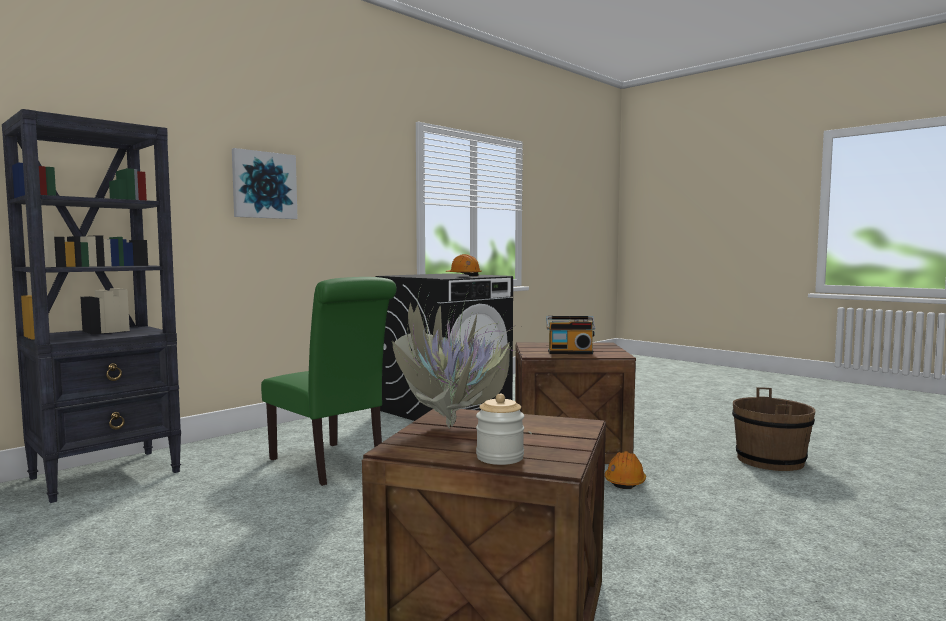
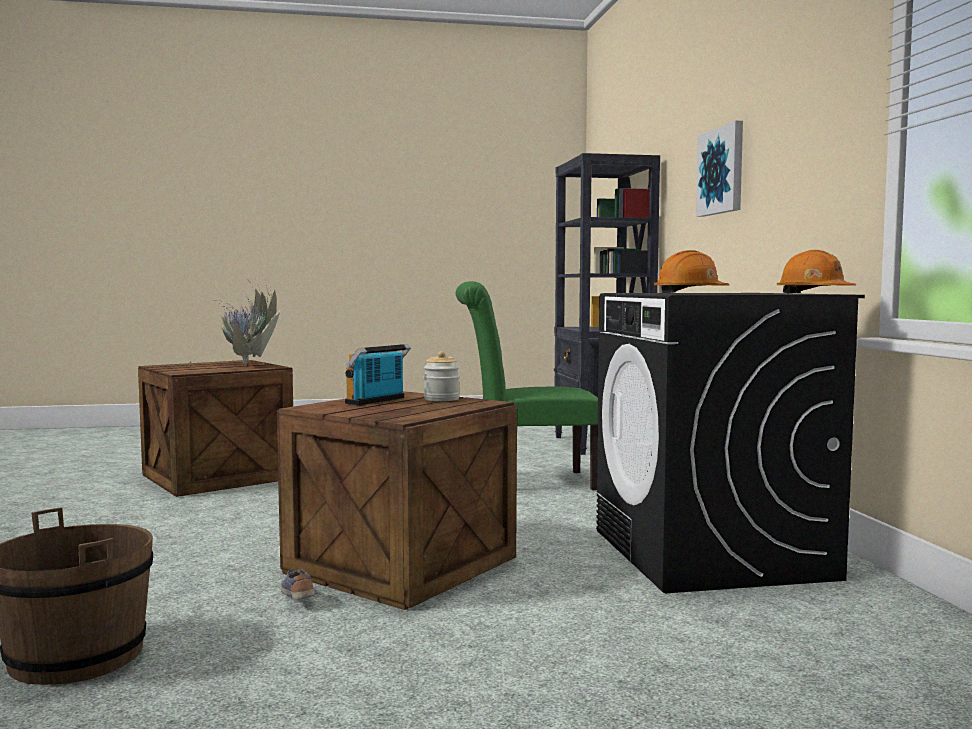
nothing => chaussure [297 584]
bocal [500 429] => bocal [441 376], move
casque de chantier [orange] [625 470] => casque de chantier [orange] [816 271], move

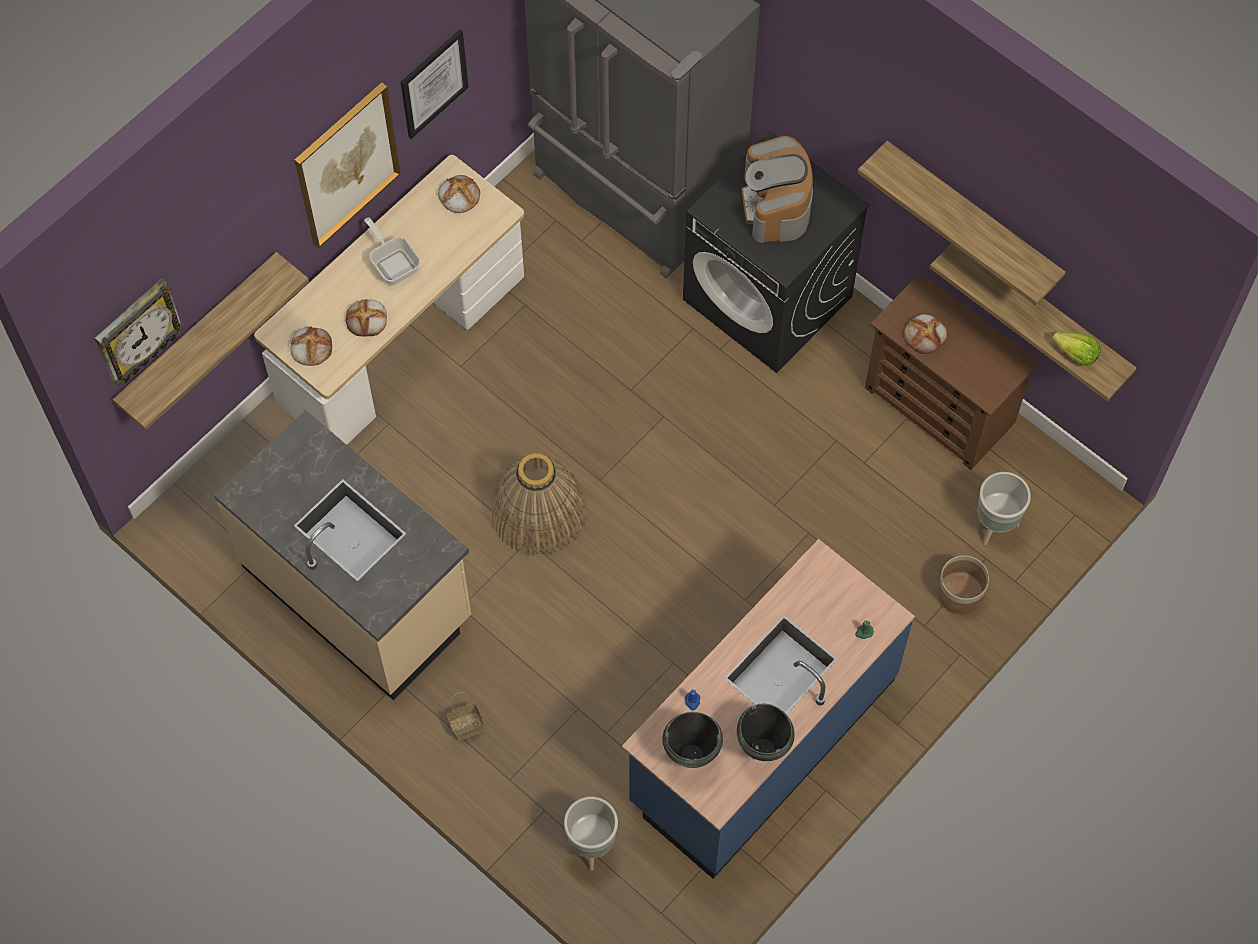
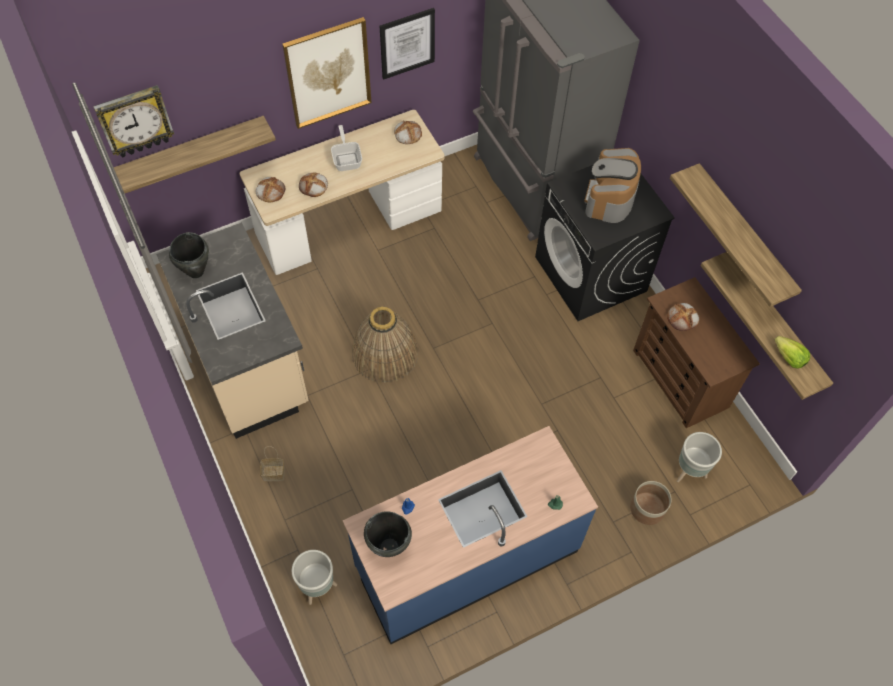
marmite [noir] [766 732] => marmite [noir] [189 255], move

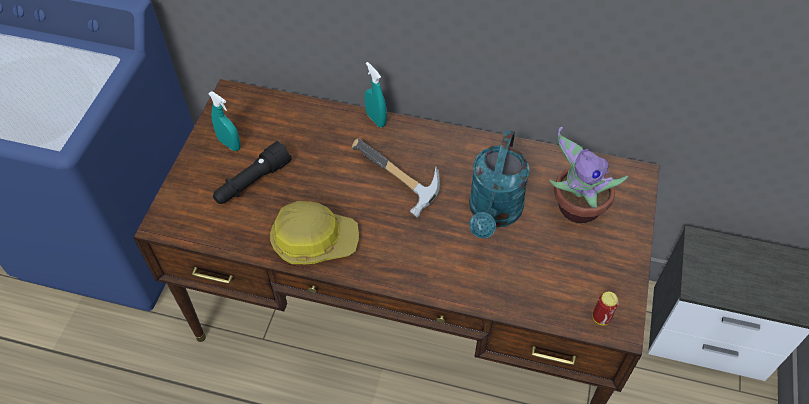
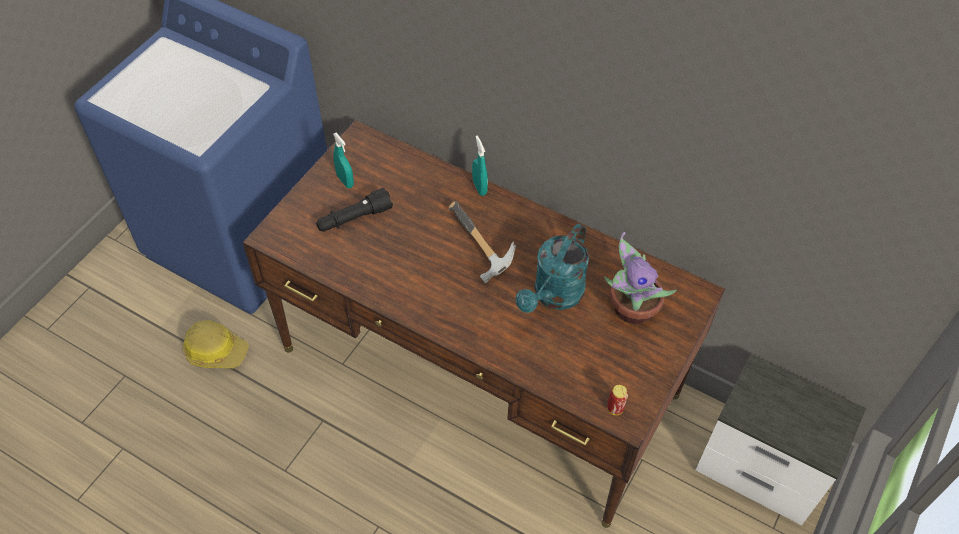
casque de chantier [314 232] => casque de chantier [216 344], move

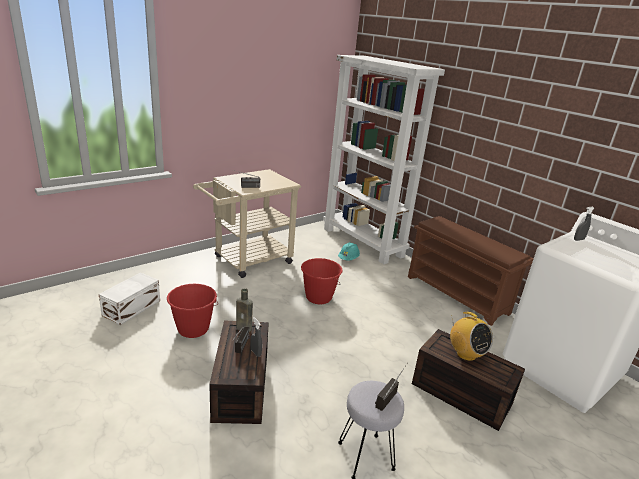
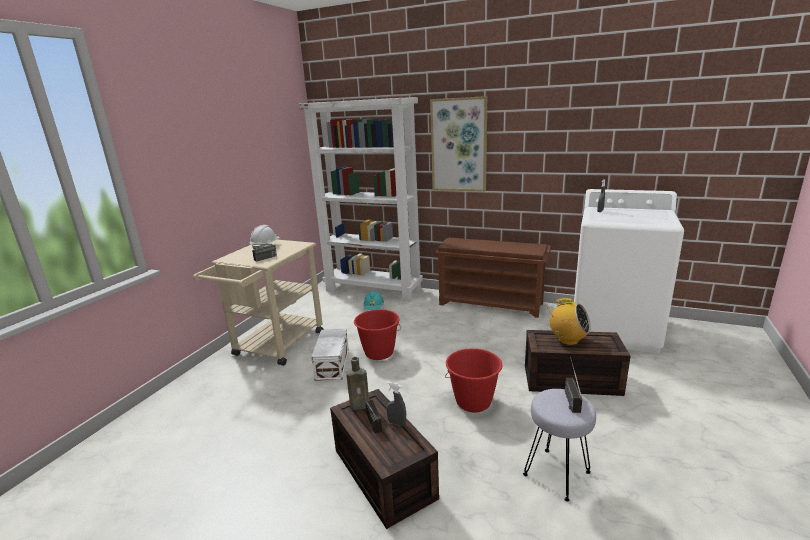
nothing => casque de chantier [blanc] [265 237]
boîte de rangement [blanc] [129 298] => boîte de rangement [blanc] [330 355], move
nothing => tableau [458 144]
seau [rouge] [192 311] => seau [rouge] [474 380], move

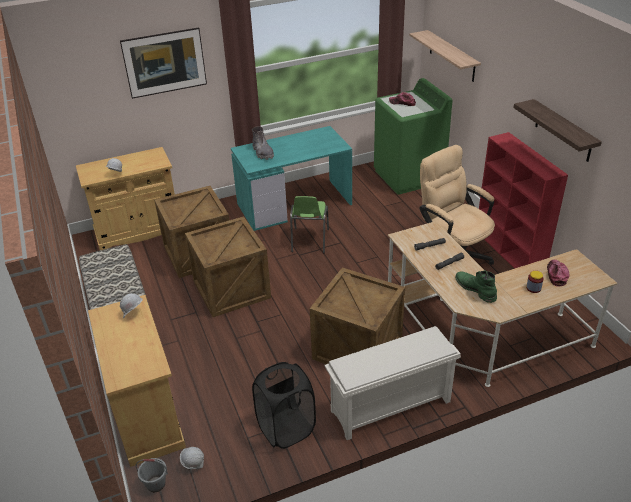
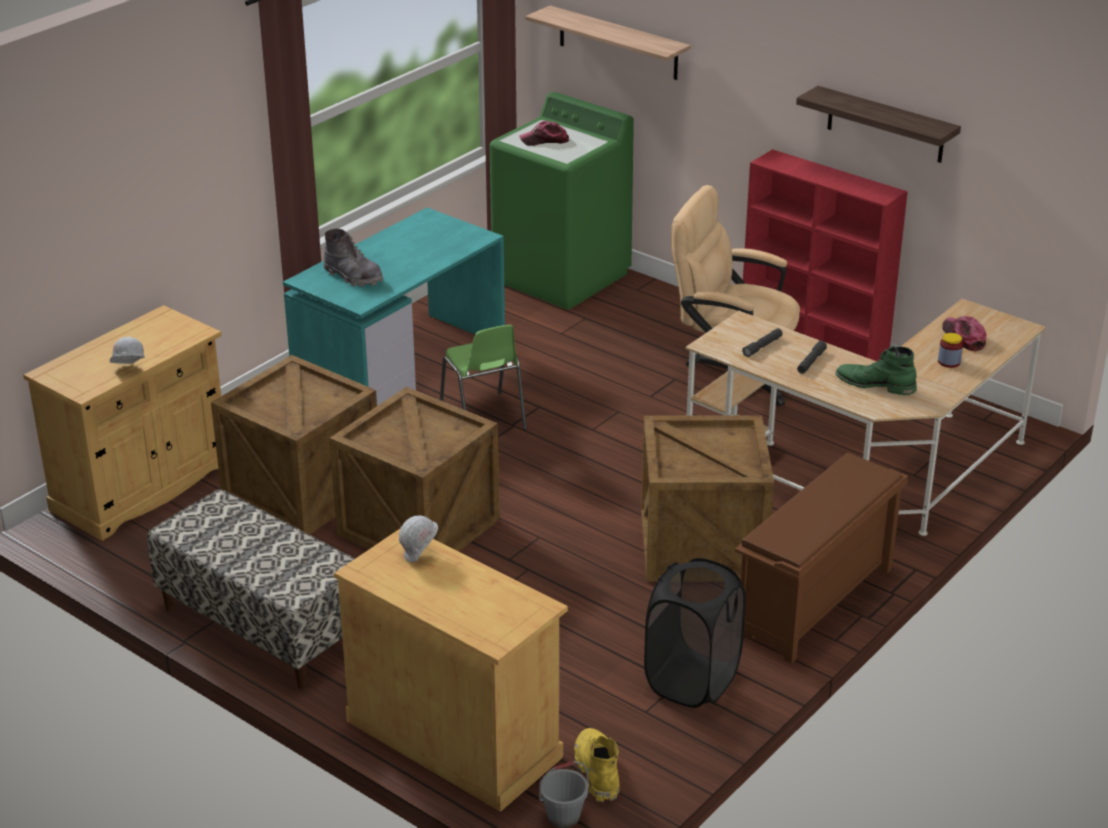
casque de chantier [blanc] [192 458] => botte [jaune] [597 765]
étagère à chaussures [blanc] [393 383] => étagère à chaussures [marron] [821 558]
tableau [163 63] => nothing

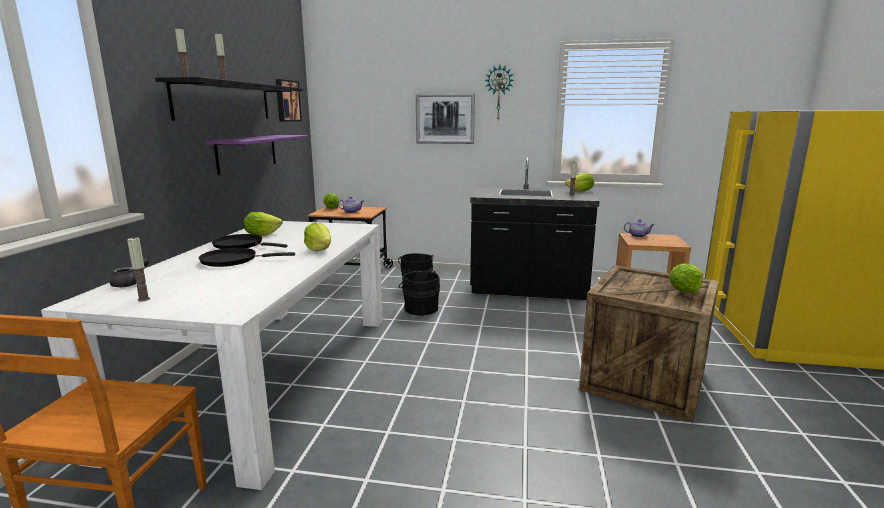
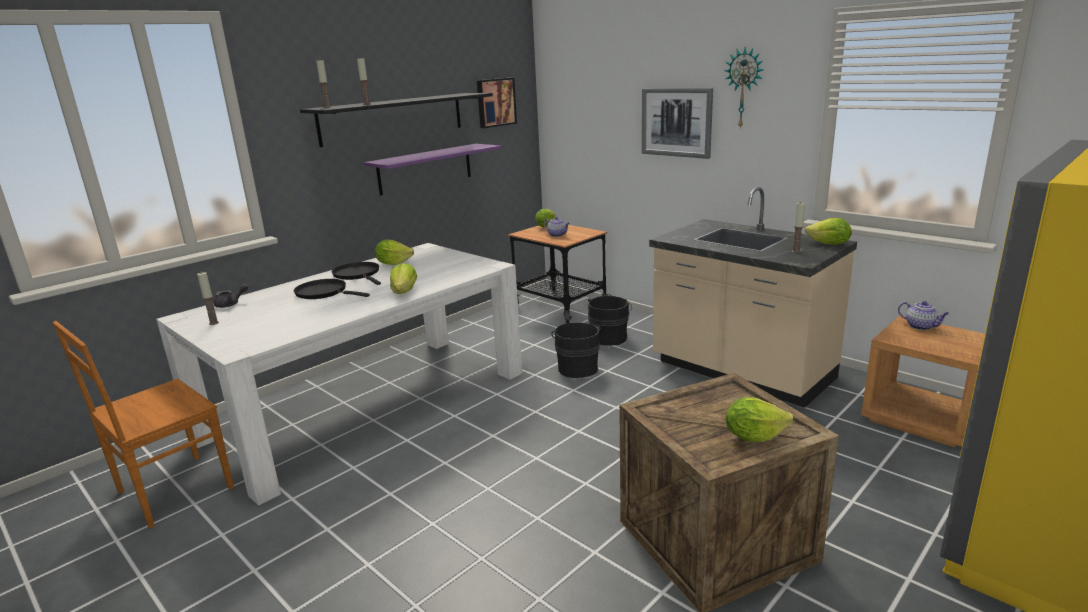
comptoir de cuisine [noir] [535 229] => comptoir de cuisine [beige] [753 297]

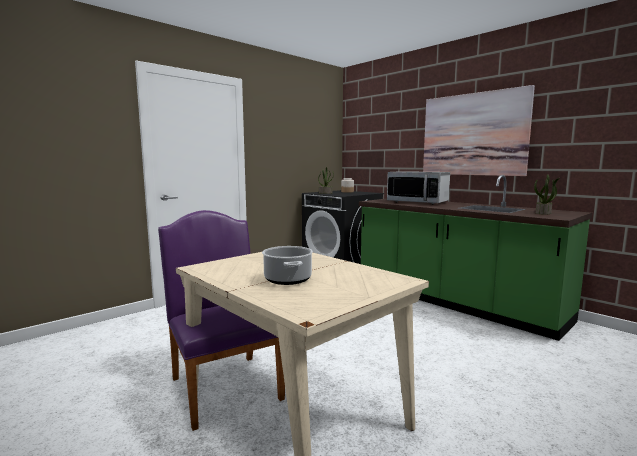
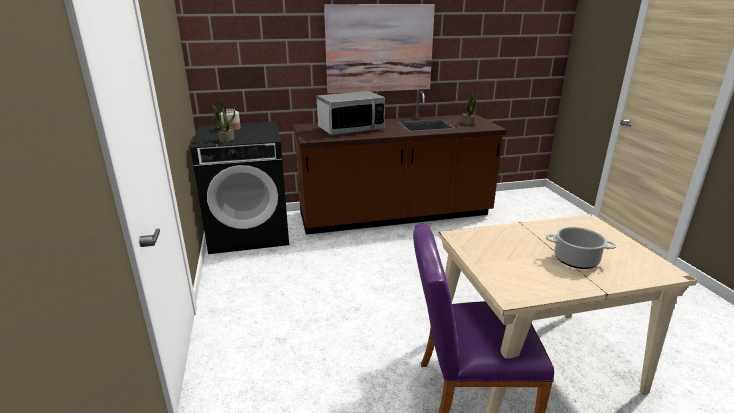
comptoir de cuisine [vert] [475 258] => comptoir de cuisine [marron] [400 163]

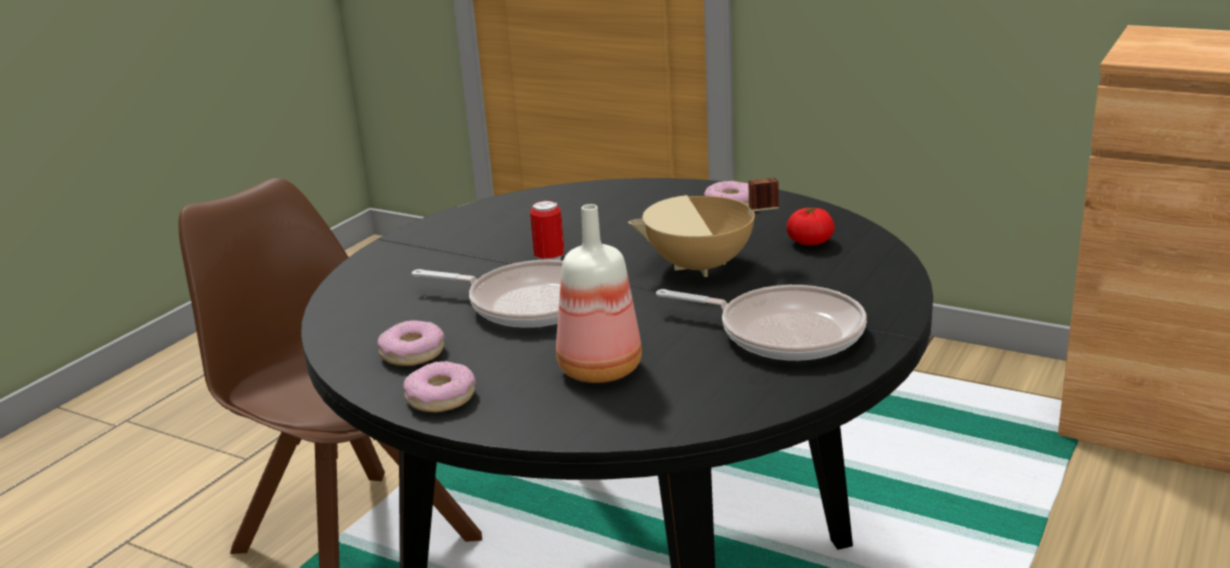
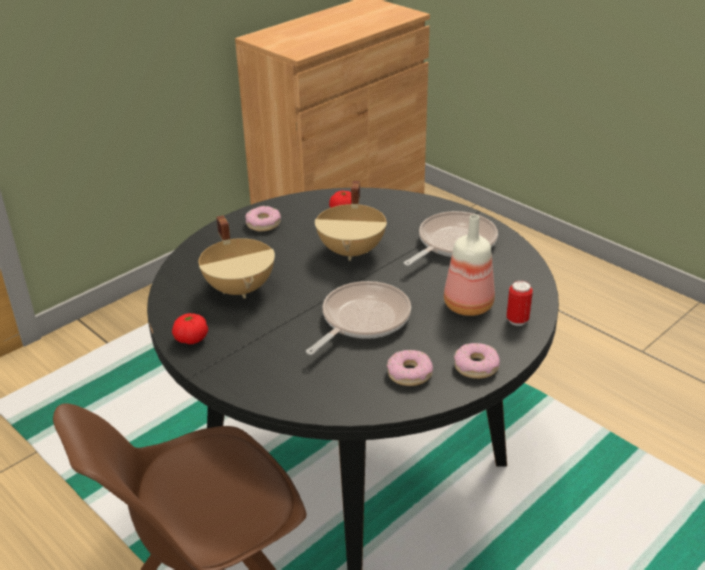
nothing => tomate [190 328]
nothing => marmite [beige] [237 257]
boîte métallique [547 230] => boîte métallique [520 303], move

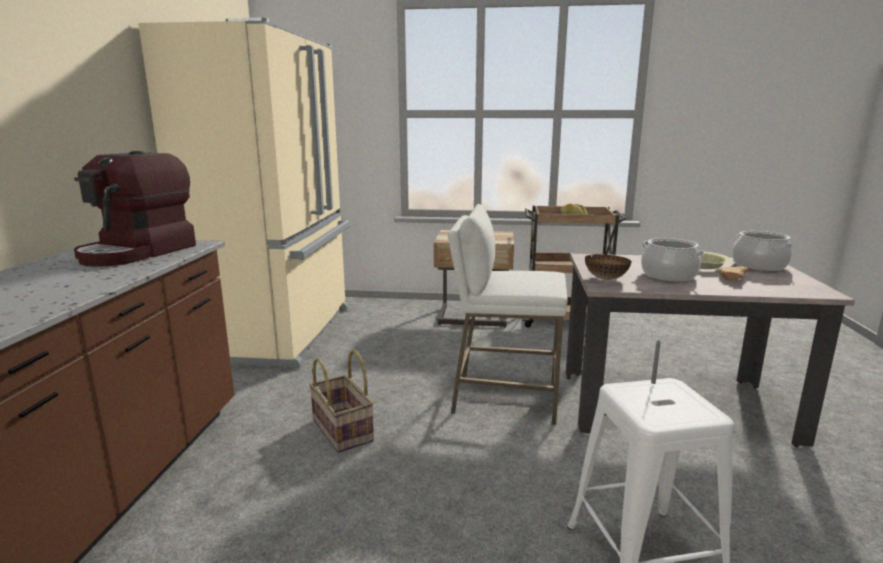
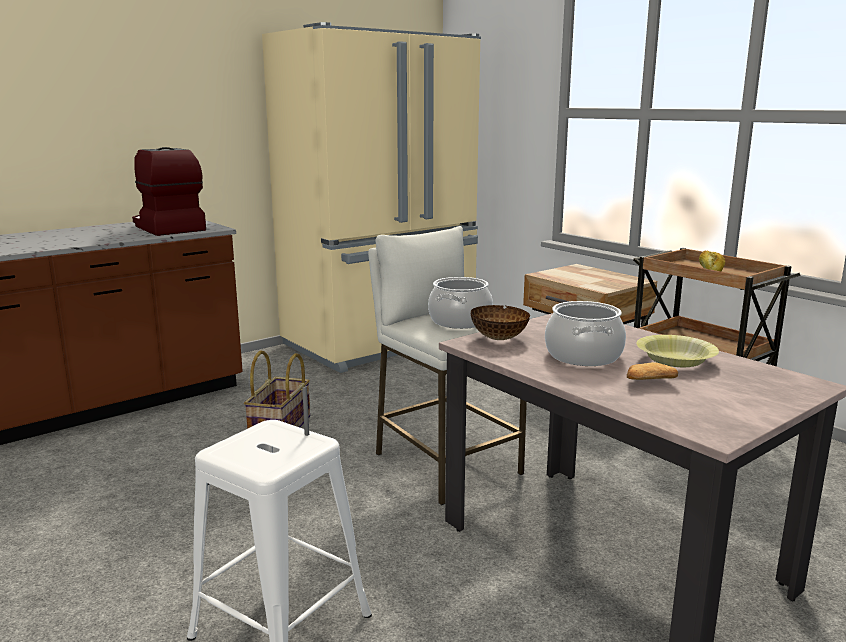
machine à café [135 209] => machine à café [169 191], 75 degrees clockwise
marmite [762 251] => marmite [460 303], move

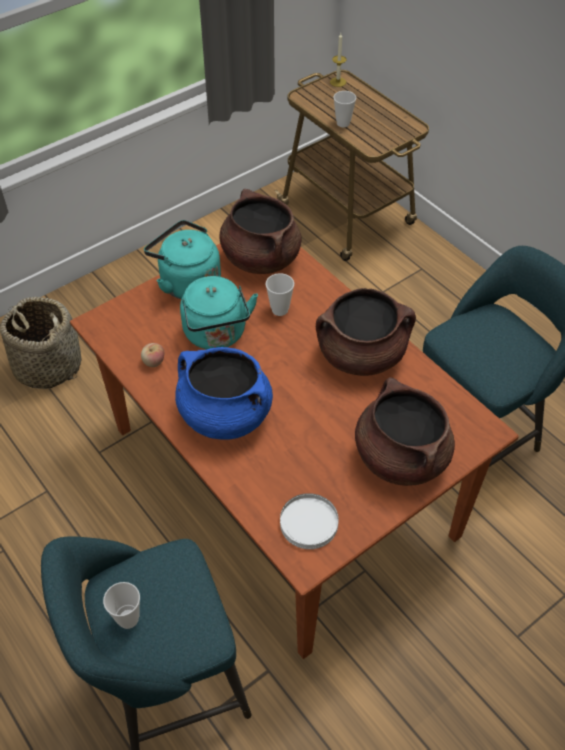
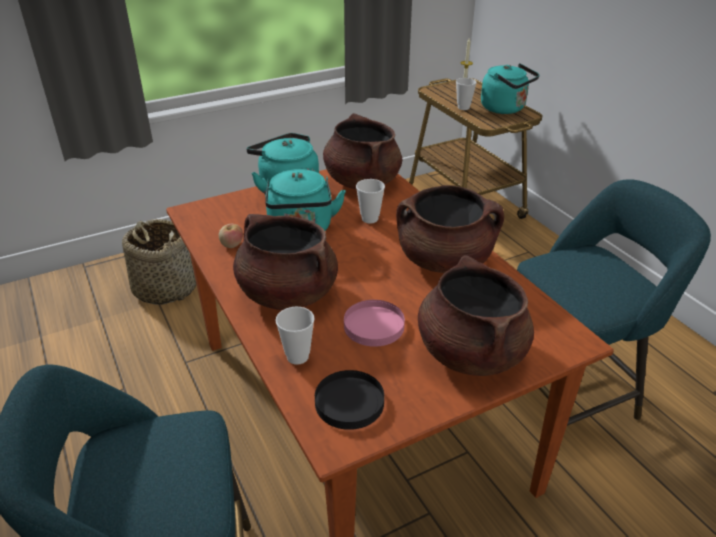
marmite [bleu] [224 393] => marmite [marron] [285 262]
tasse [121 605] => tasse [295 336], move
assiette [blanc] [309 521] => assiette [noir] [349 400]
nothing => assiette [rose] [374 323]
nothing => bouilloire [turquoise] [510 88]

